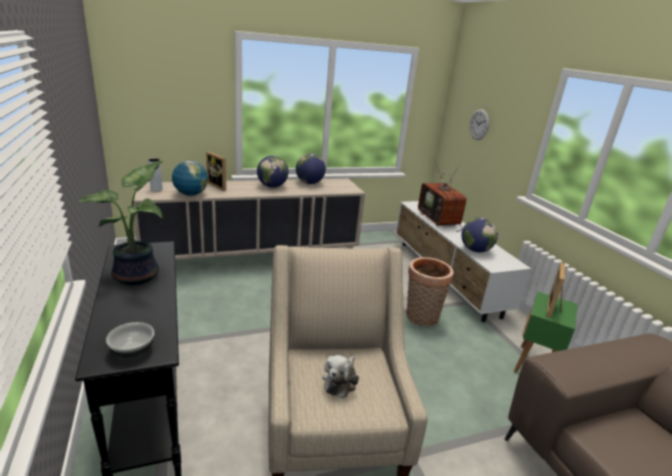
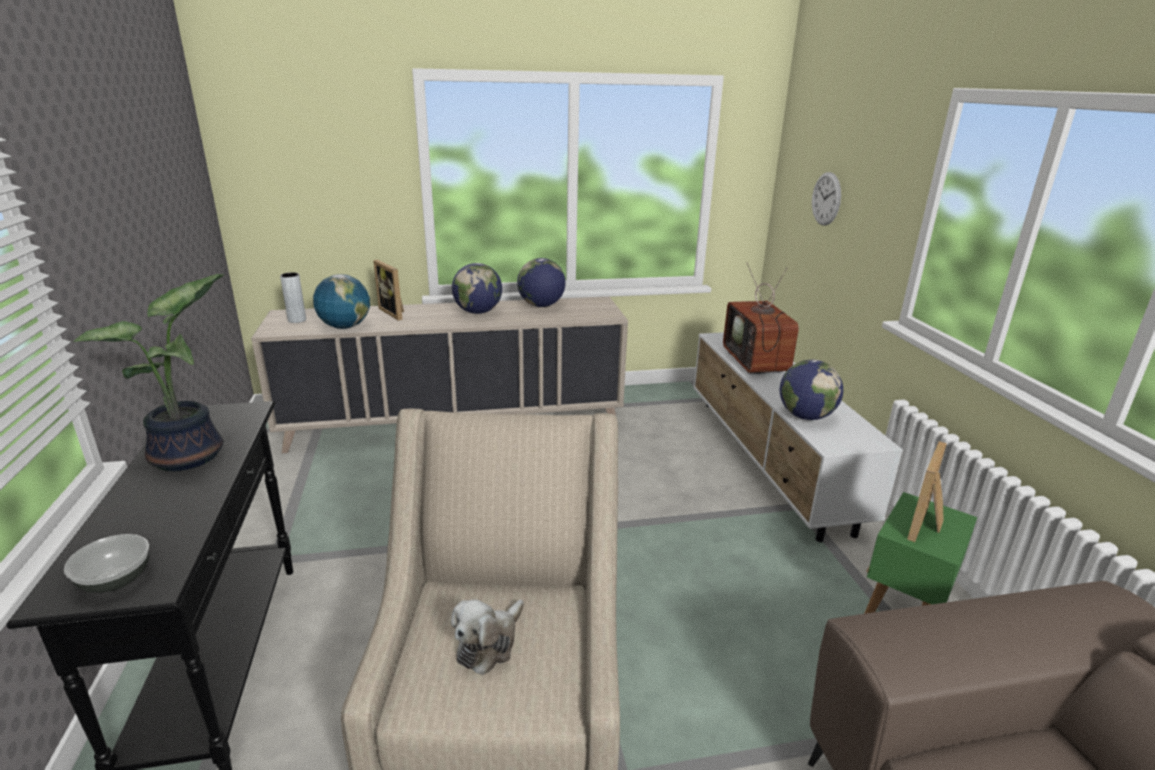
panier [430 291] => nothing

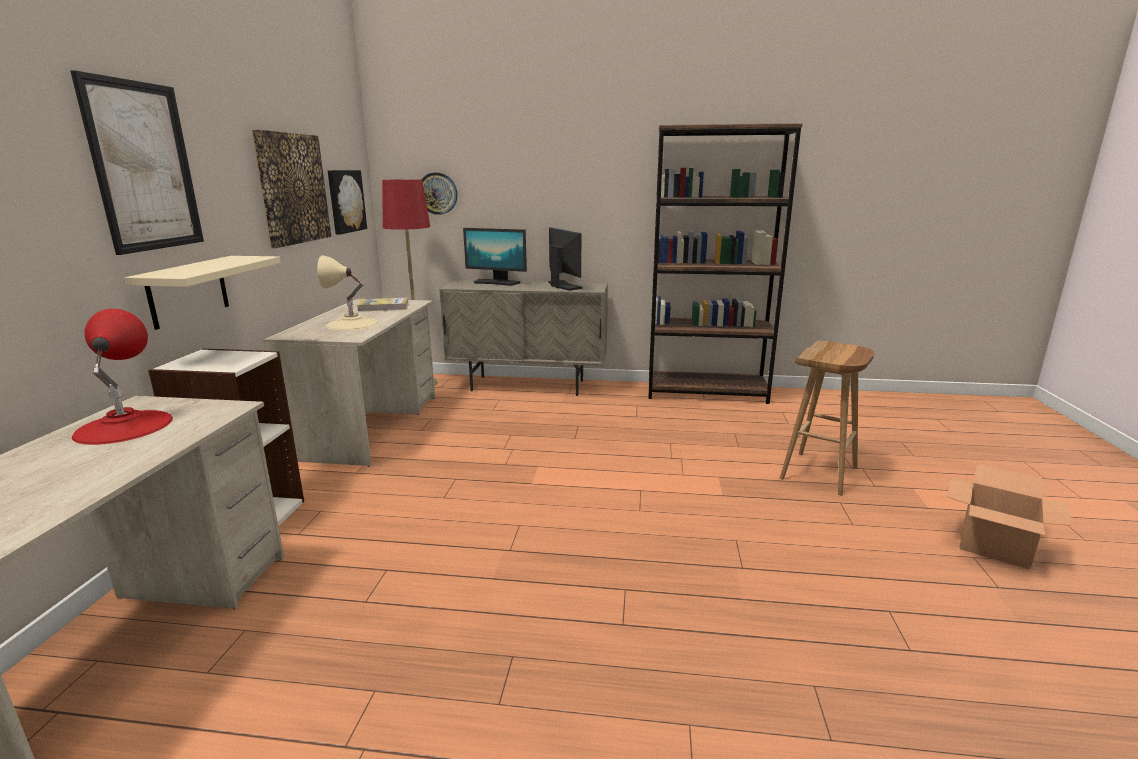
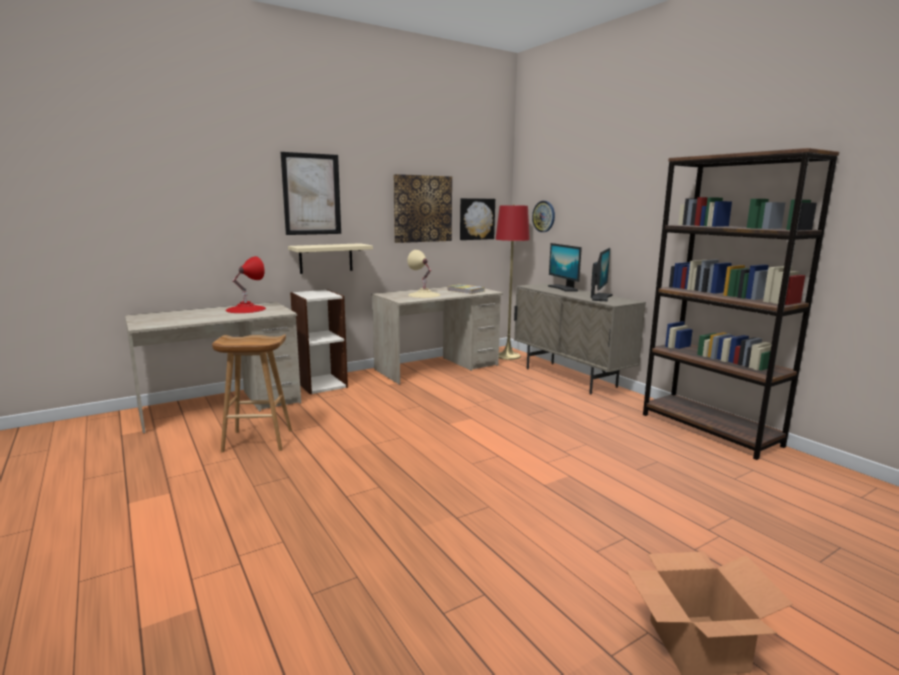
tabouret [marron] [827 418] => tabouret [marron] [252 393], move

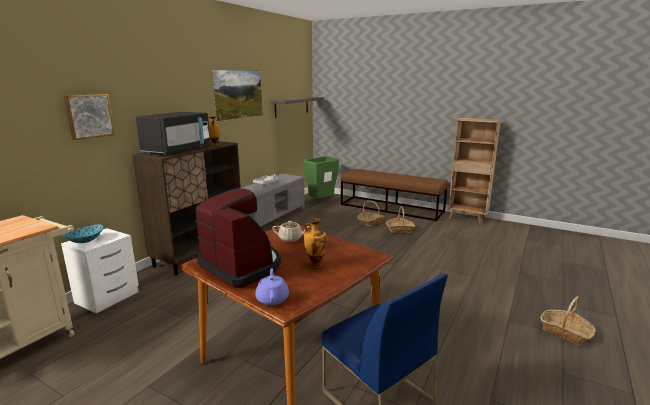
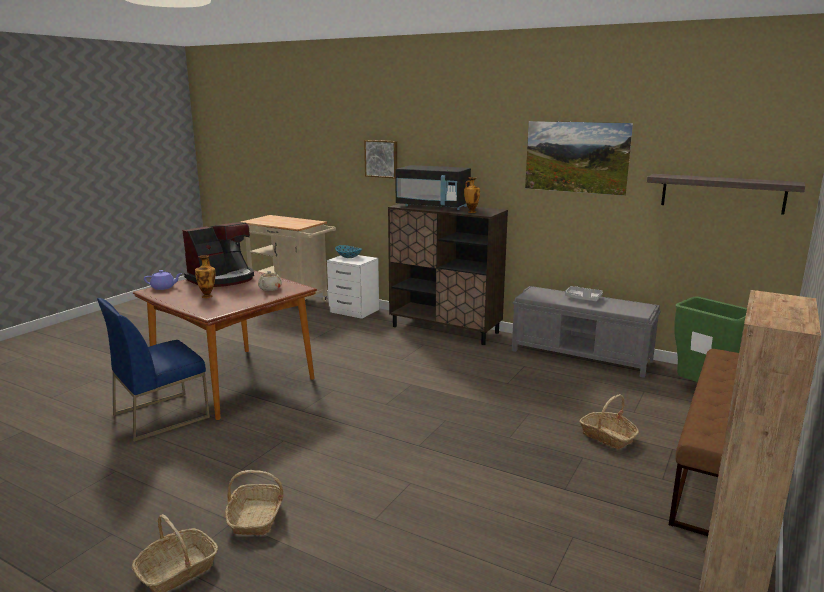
panier [400 219] => panier [254 502], move

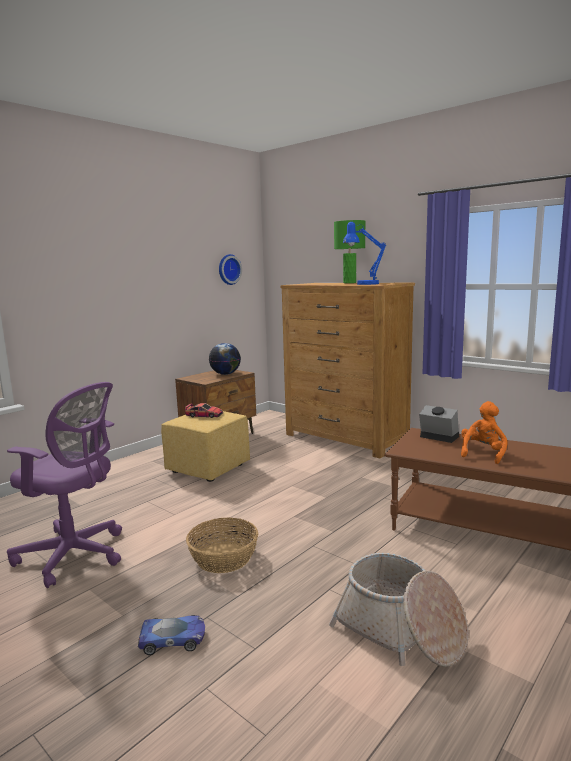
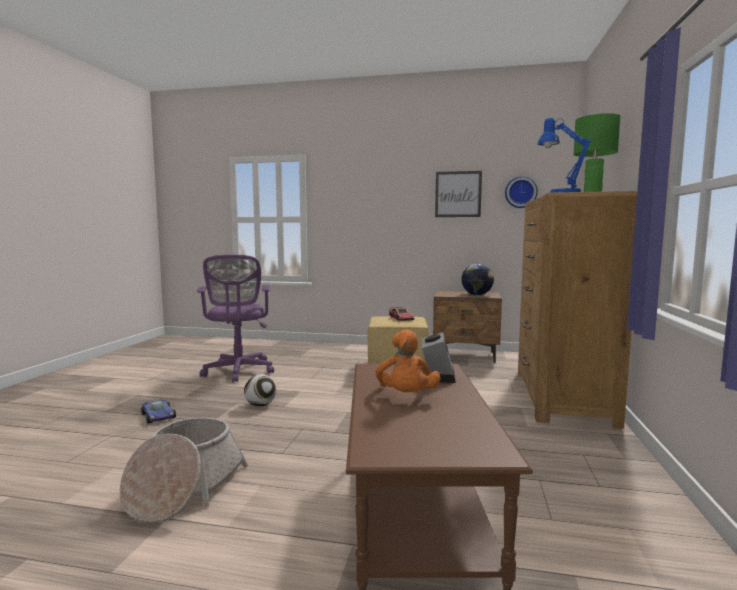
panier [222 545] => ballon de foot [260 390]
peluche [orange] [484 432] => peluche [orange] [408 361], 90 degrees clockwise
nothing => tableau [458 194]

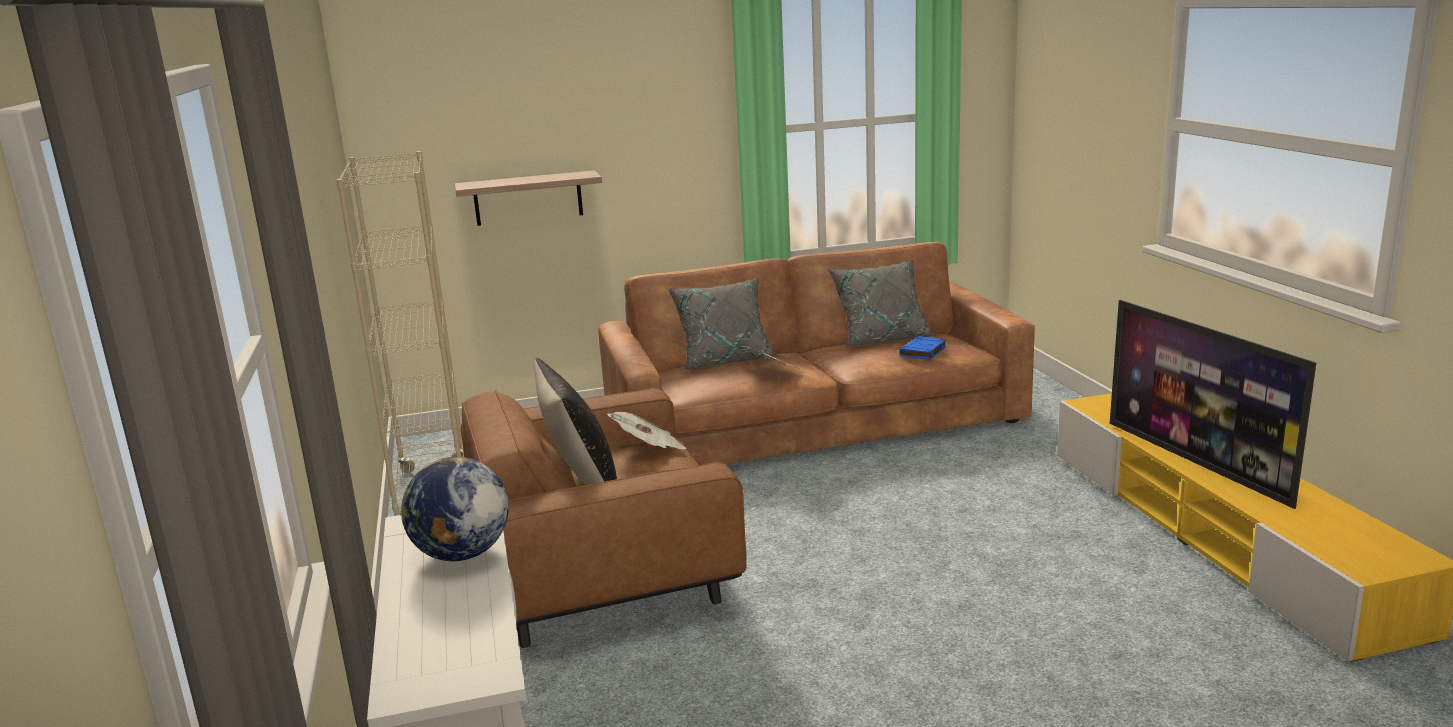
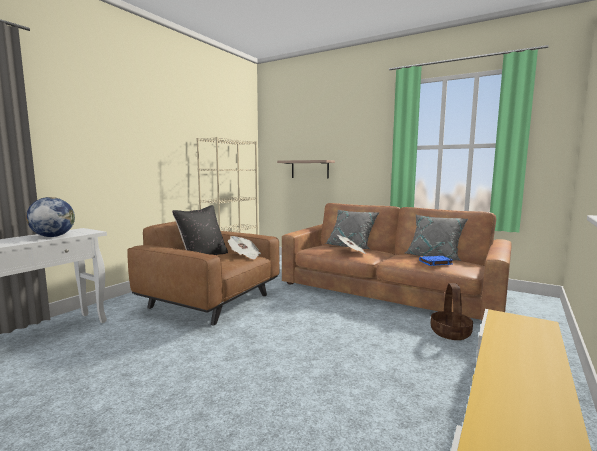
nothing => panier [451 311]
téléviseur [1213 404] => nothing

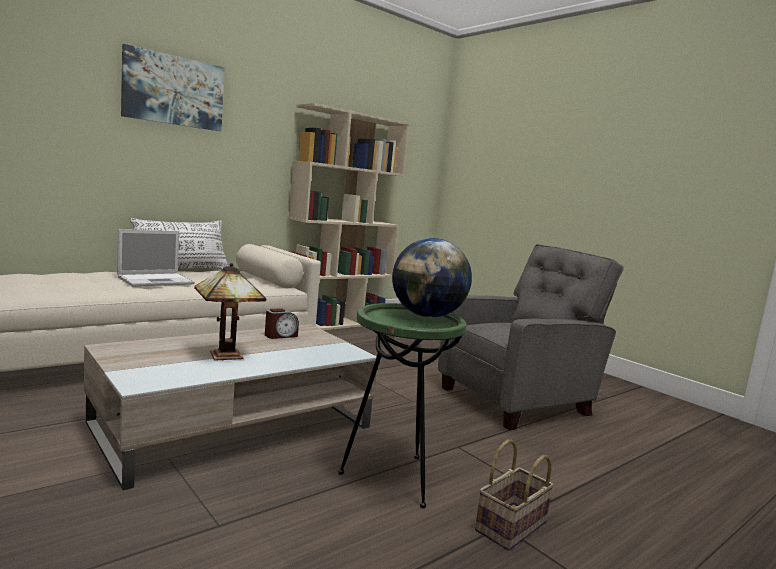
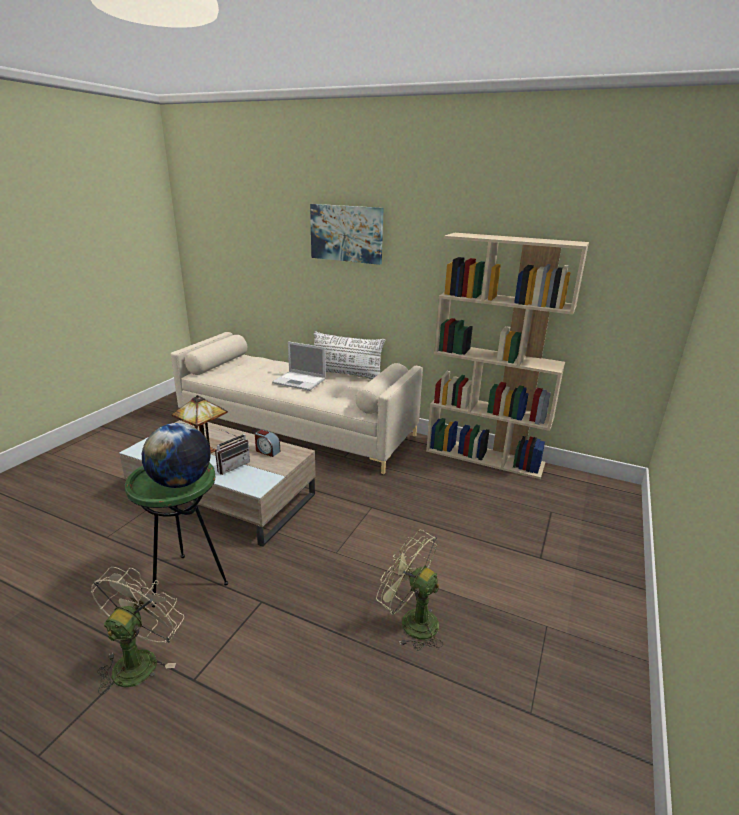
panier [514 495] => ventilateur [beige] [137 631]
nothing => radio [232 452]
fauteuil [gris] [531 337] => ventilateur [vert] [409 590]

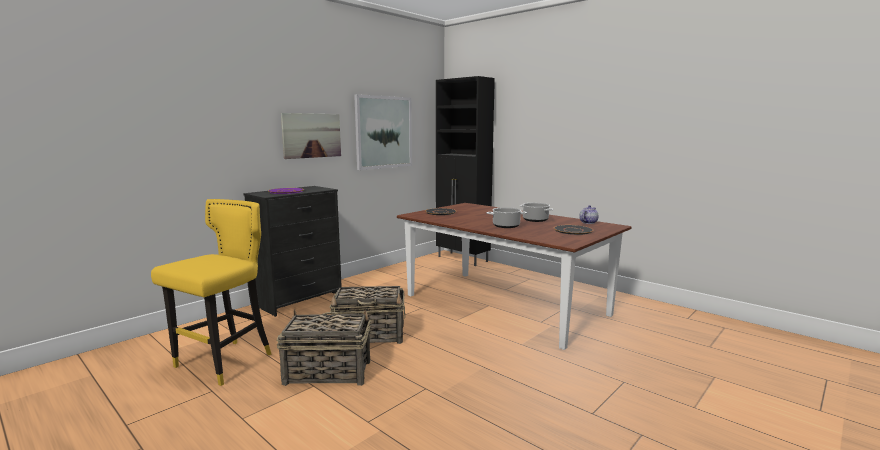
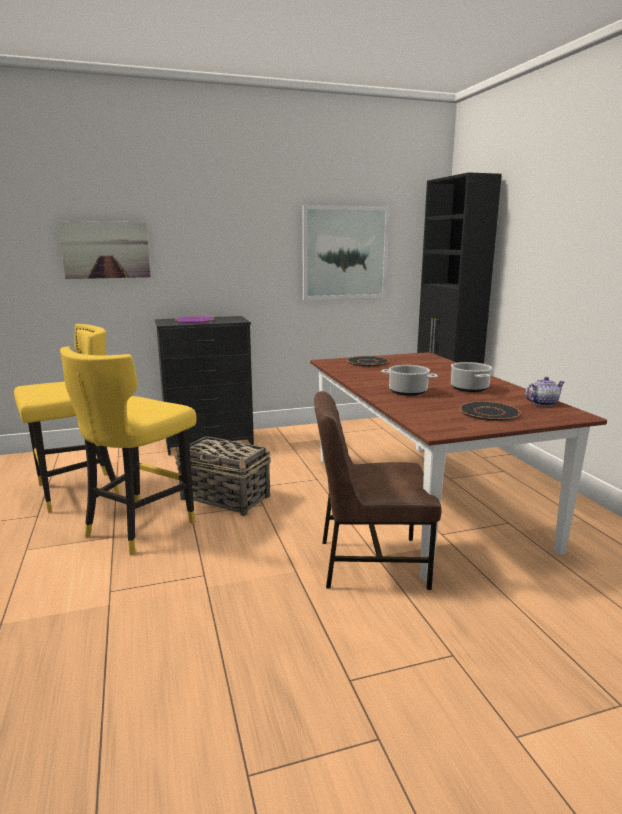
tableau [311 136] => tableau [104 250], move
panier [324 347] => tabouret [jaune] [128 450]
nothing => chaise [marron] [377 490]

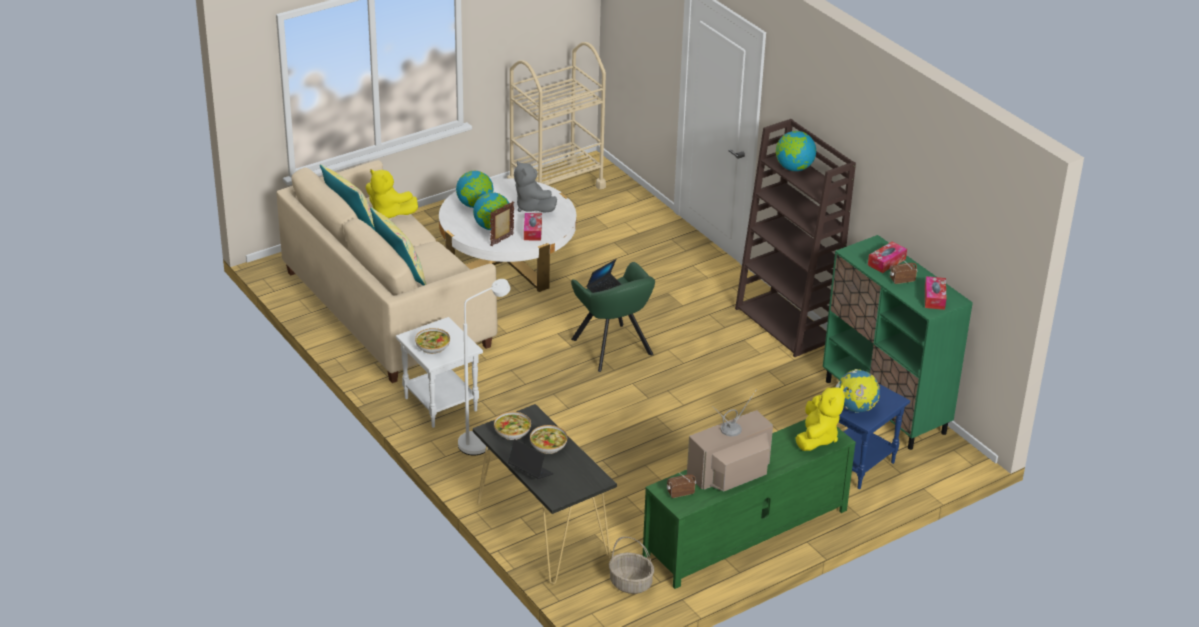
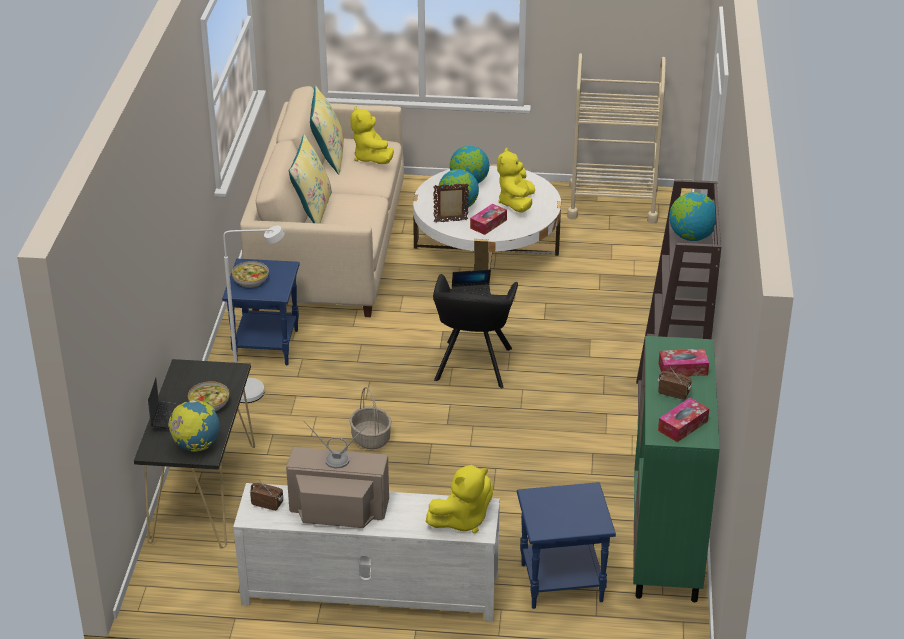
globe [858 391] => globe [194 426], move
table d'appoint [blanc] [439 372] => table d'appoint [bleu] [261 312]
meuble télé [vert] [749 504] => meuble télé [blanc] [366 552]
panier [631 565] => panier [371 418], move
fauteuil [vert] [613 317] => fauteuil [noir] [475 331]
peluche [gris] [535 186] => peluche [jaune] [516 180]
bol [512 426] => nothing

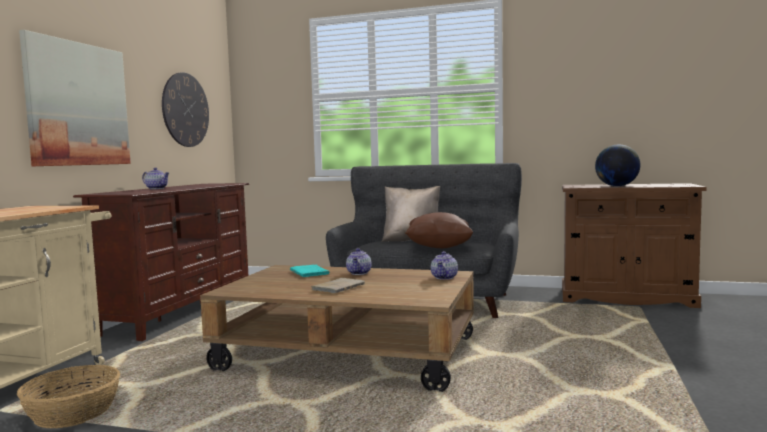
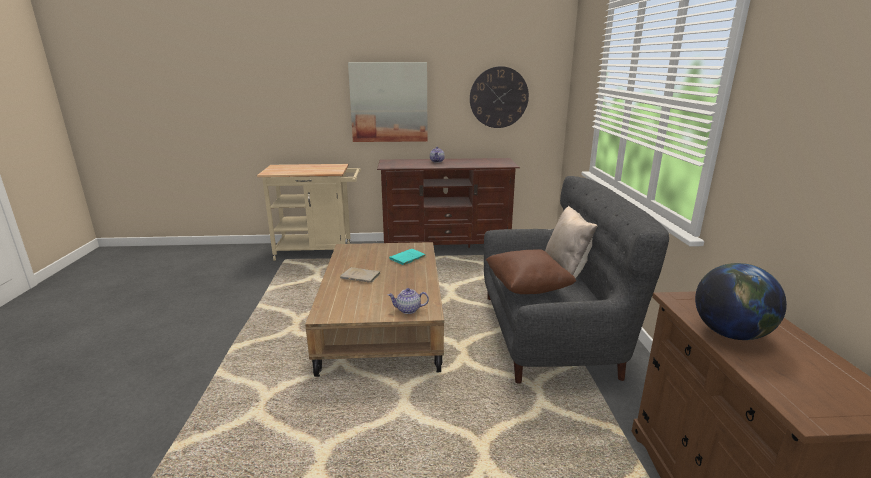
panier [68 396] => nothing
théière [359 261] => nothing

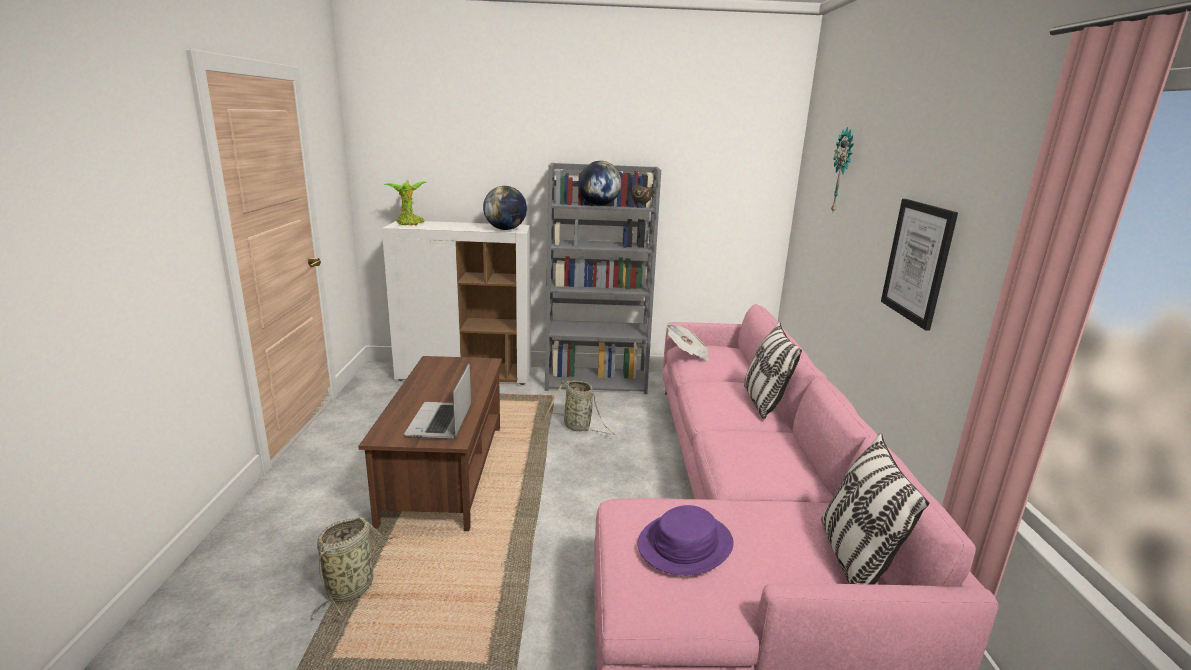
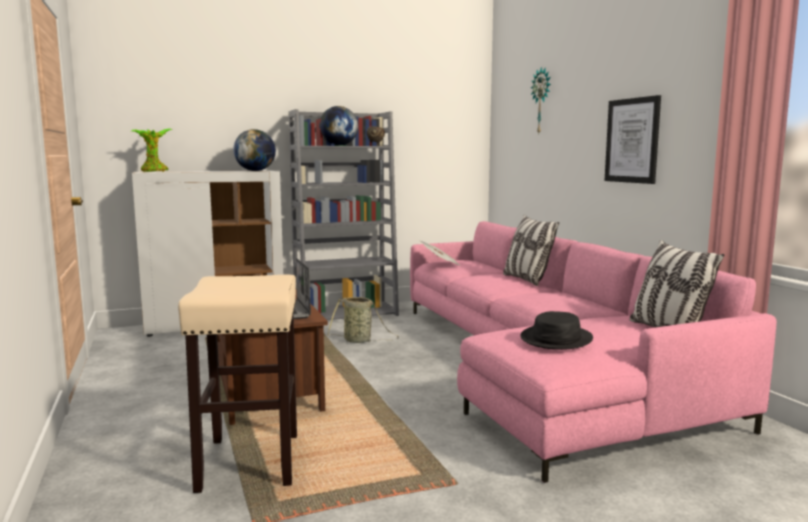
panier [353 568] => tabouret [beige] [237 384]
chapeau [violet] [686 540] => chapeau [noir] [556 330]

